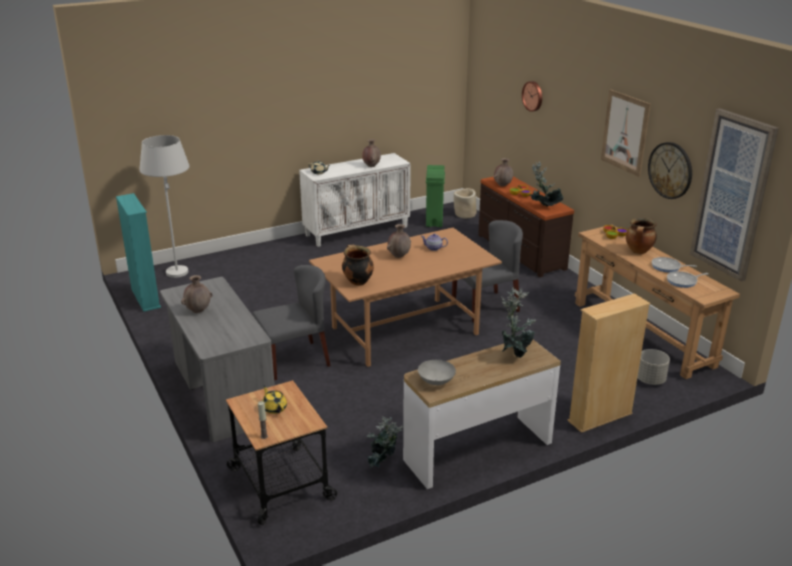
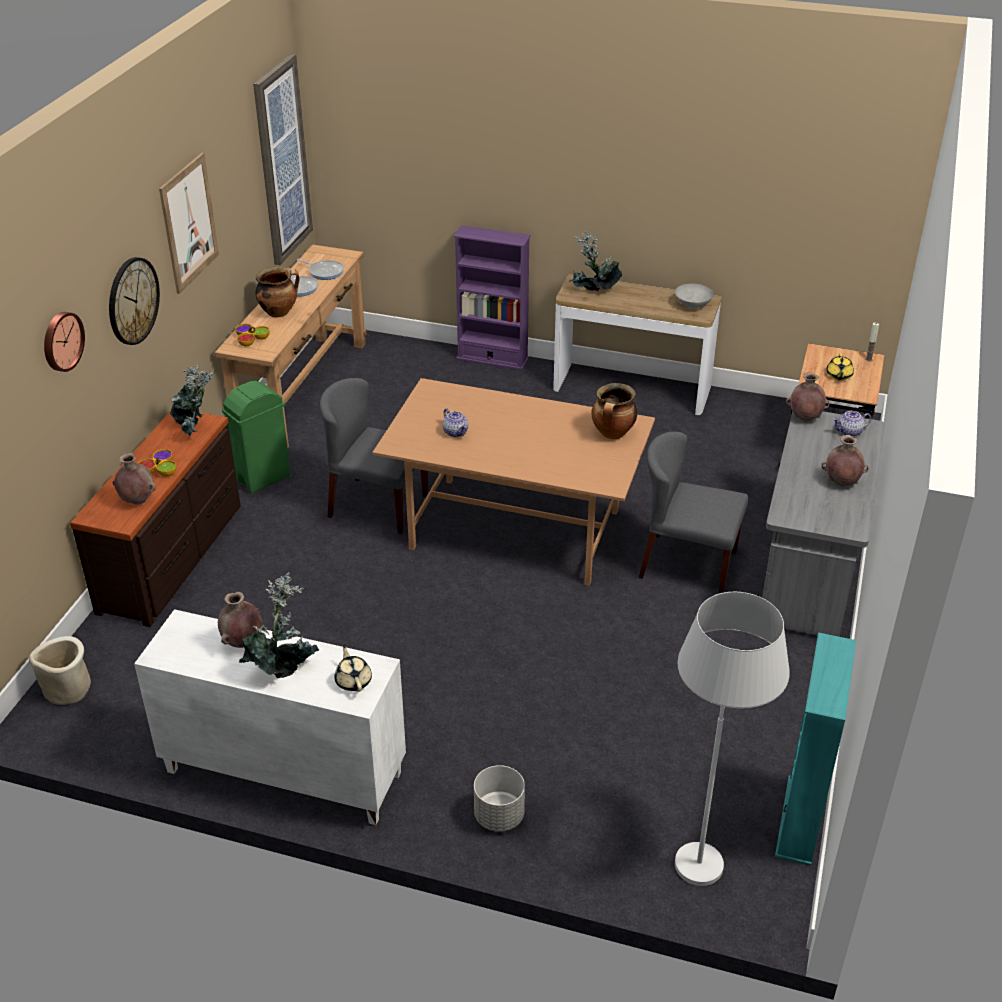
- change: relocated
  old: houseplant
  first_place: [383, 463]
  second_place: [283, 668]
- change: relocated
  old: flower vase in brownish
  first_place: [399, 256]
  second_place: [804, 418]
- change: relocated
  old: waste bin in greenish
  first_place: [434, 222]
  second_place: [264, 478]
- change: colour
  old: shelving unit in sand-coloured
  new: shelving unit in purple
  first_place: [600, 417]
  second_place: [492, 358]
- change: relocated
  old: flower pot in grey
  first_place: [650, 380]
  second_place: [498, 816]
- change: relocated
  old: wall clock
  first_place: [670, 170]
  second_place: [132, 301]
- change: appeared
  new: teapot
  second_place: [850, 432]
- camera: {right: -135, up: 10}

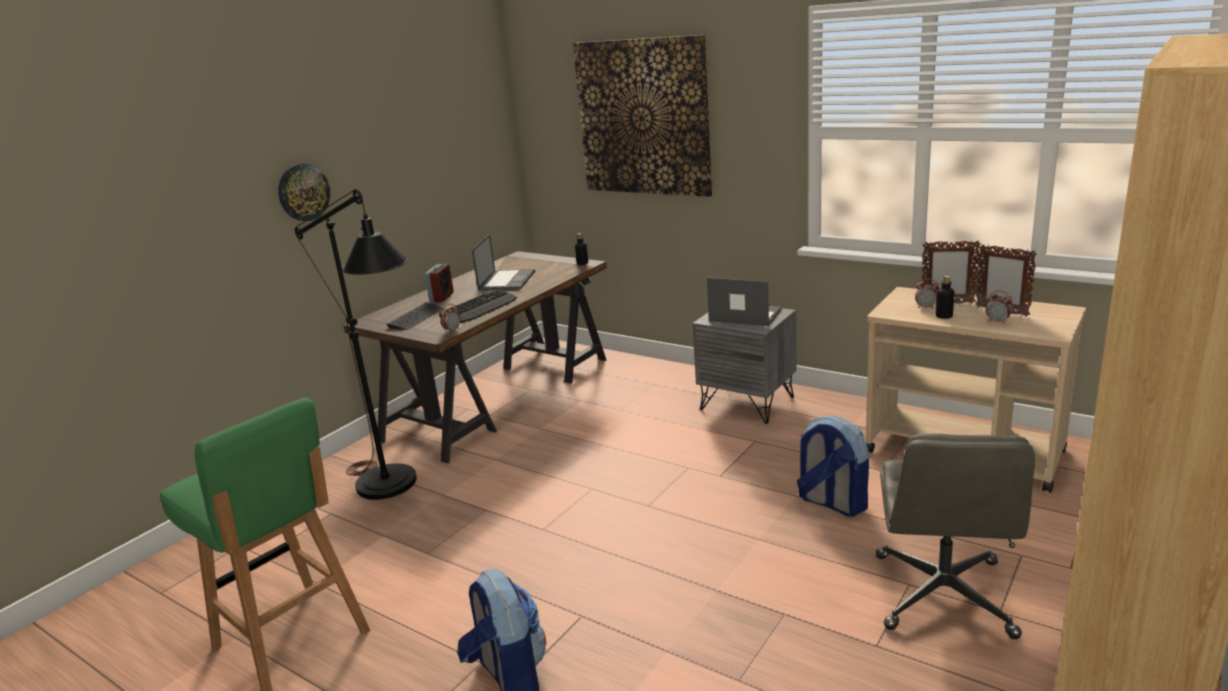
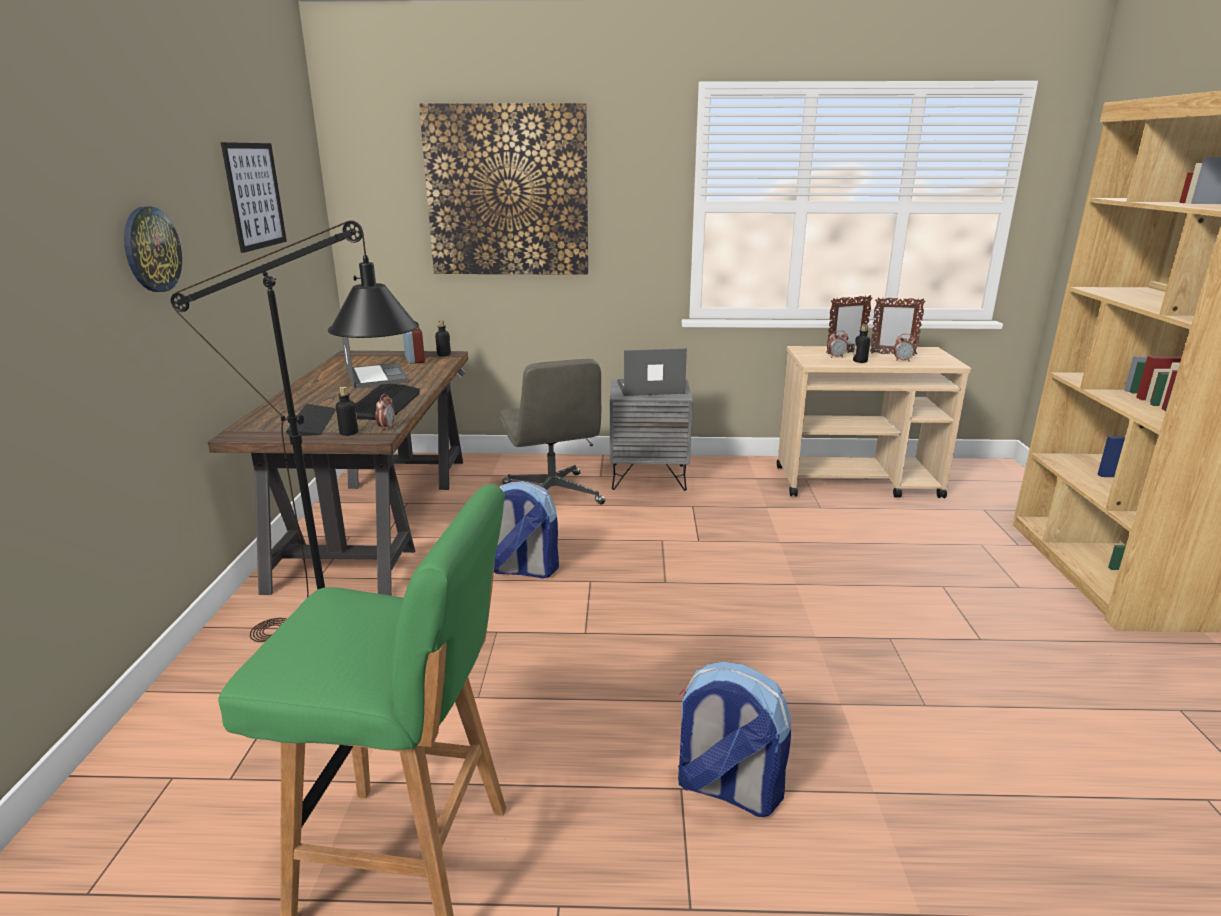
- change: relocated
  old: alarm clock
  first_place: [441, 297]
  second_place: [415, 360]
- change: relocated
  old: rucksack
  first_place: [831, 502]
  second_place: [522, 570]
- change: relocated
  old: office chair in grey
  first_place: [943, 596]
  second_place: [553, 495]
- change: appeared
  new: picture
  second_place: [255, 196]
- change: appeared
  new: beverage bottle
  second_place: [349, 433]
- camera: {right: -35, up: 0}

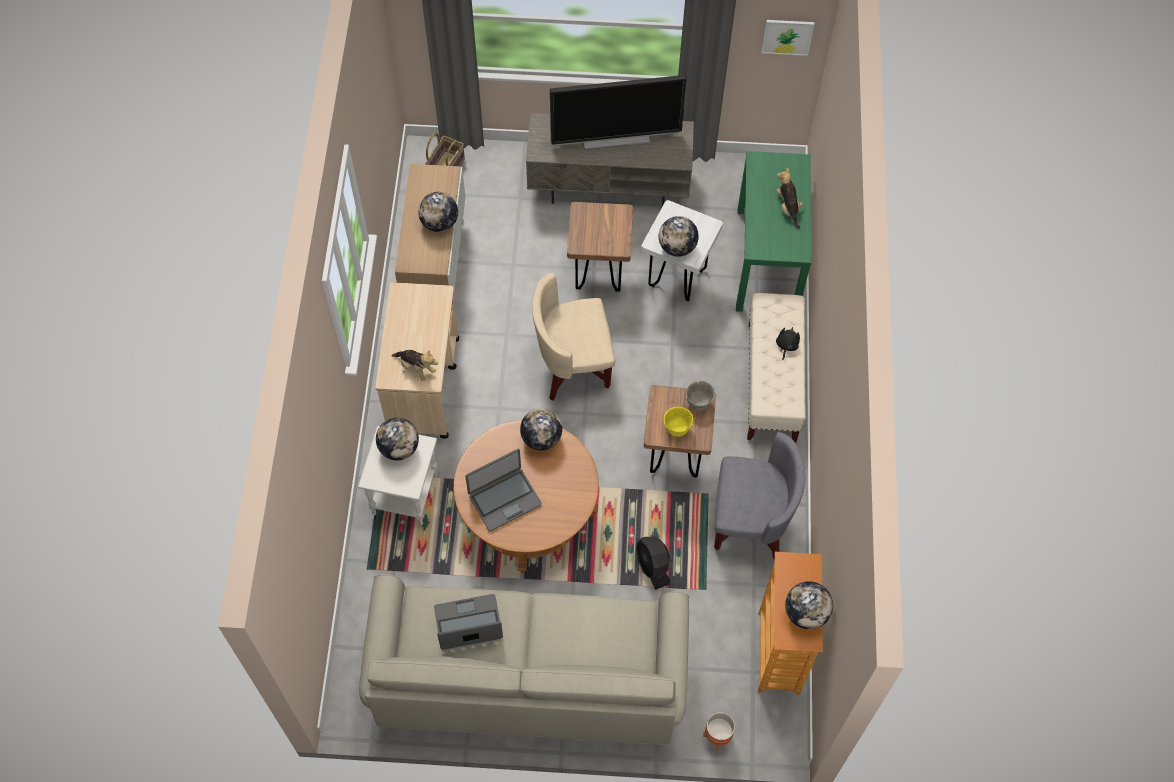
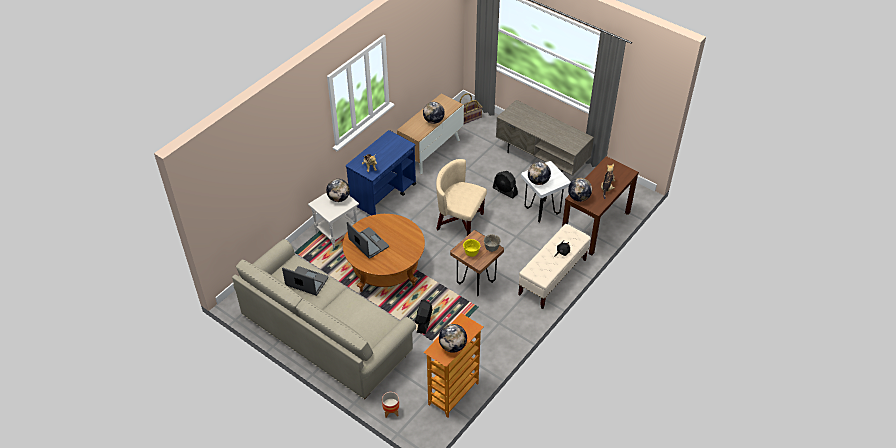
- change: colour
  old: wheeled cart in sand-coloured
  new: wheeled cart in blue
  first_place: [423, 385]
  second_place: [383, 195]
- change: spun
  old: laptop
  first_place: [504, 499]
  second_place: [368, 244]
  degrees: -135
- change: relocated
  old: globe
  first_place: [541, 438]
  second_place: [578, 198]
- change: missing
  old: television
  first_place: [615, 137]
- change: exchanged
  old: stool seat in brownish
  new: fan in black-coloured
  first_place: [599, 274]
  second_place: [505, 191]
- change: missing
  old: armchair in grey
  first_place: [750, 522]
- change: colour
  old: console table in greenish
  new: console table in brownish
  first_place: [767, 260]
  second_place: [595, 225]
- change: missing
  old: picture
  first_place: [787, 36]
- camera: {right: 35, up: -15}

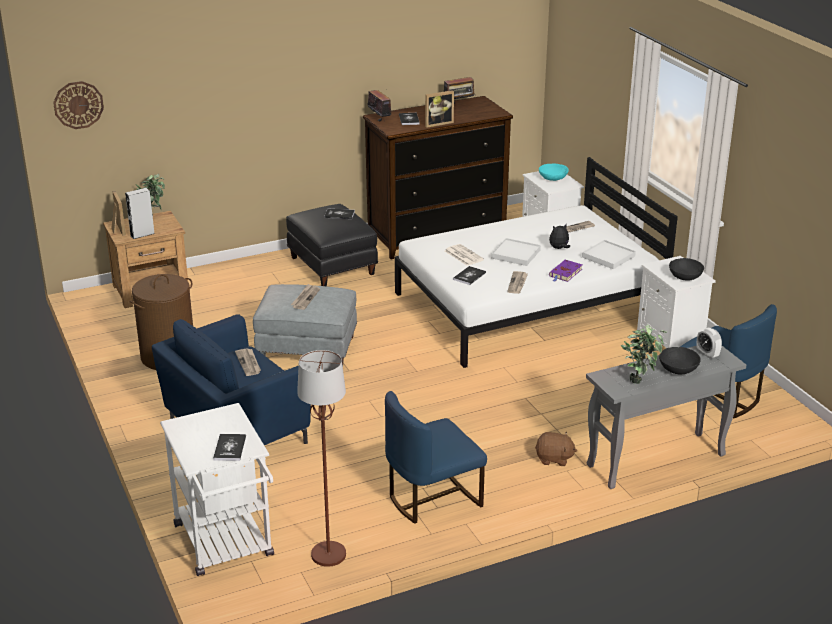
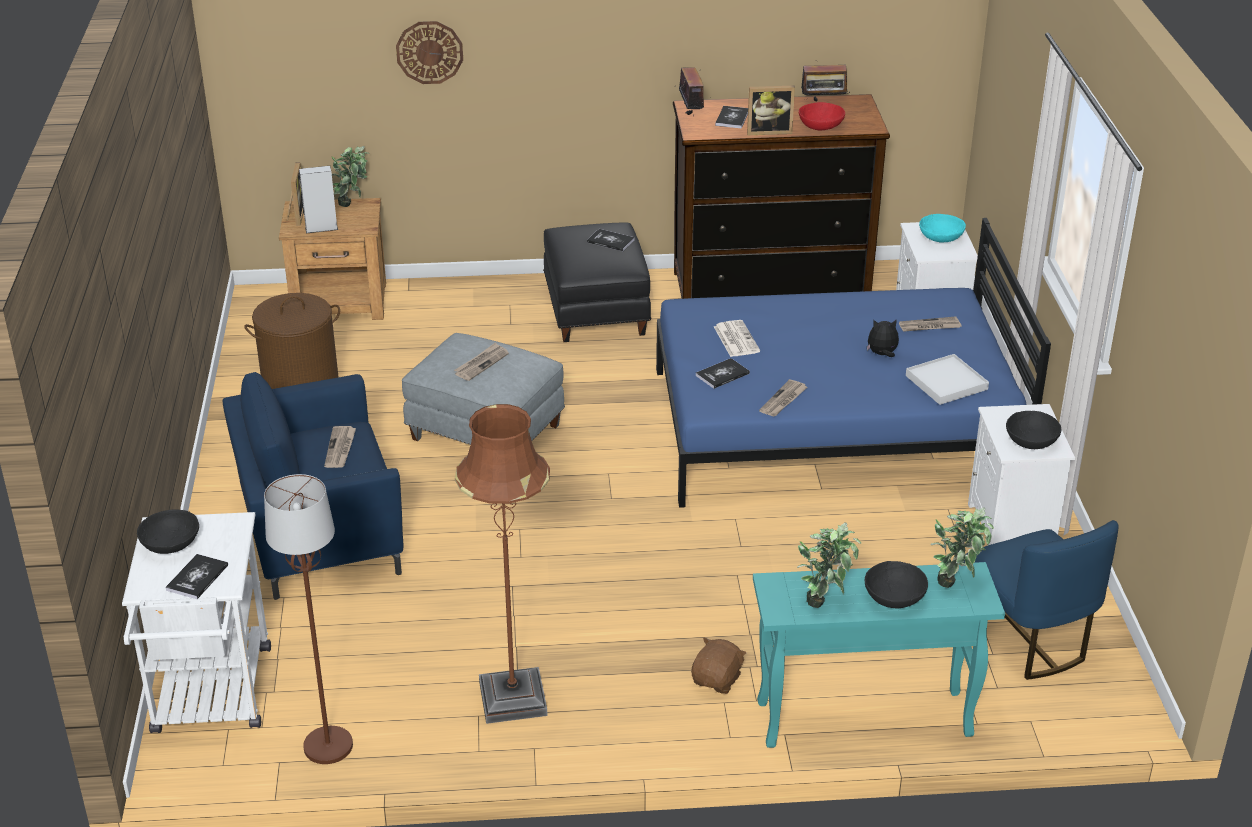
- change: relocated
  old: wall clock
  first_place: [78, 105]
  second_place: [429, 52]
- change: exchanged
  old: upright chair in blue
  new: standard lamp in brownish
  first_place: [432, 498]
  second_place: [513, 698]
- change: colour
  old: bedroom bed in whitish
  new: bedroom bed in blue
  first_place: [528, 305]
  second_place: [833, 427]
- change: missing
  old: carrying tray in whitish
  first_place: [515, 254]
- change: spun
  old: soft toy in brownish
  first_place: [554, 459]
  second_place: [717, 680]
  degrees: -90
- change: missing
  old: book in purple
  first_place: [565, 273]
- change: colour
  old: console table in grey
  new: console table in turquoise-coloured
  first_place: [655, 461]
  second_place: [862, 719]
- change: exchanged
  old: alarm clock
  new: houseplant
  first_place: [707, 354]
  second_place: [956, 582]
- change: appeared
  new: serving bowl in black-coloured
  second_place: [170, 544]
- change: appeared
  new: serving bowl in reddish
  second_place: [821, 126]
- camera: {right: 20, up: 5}

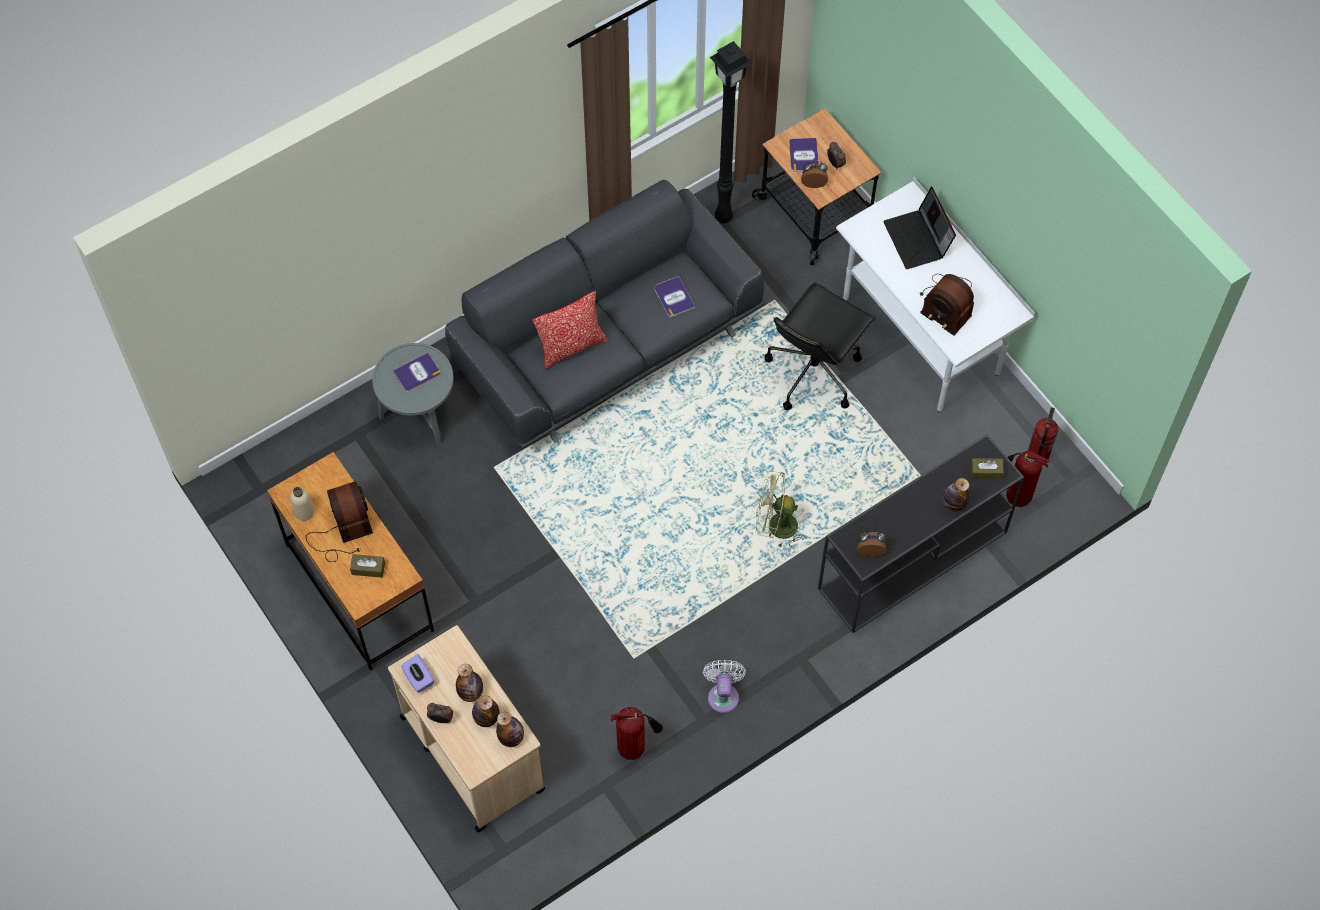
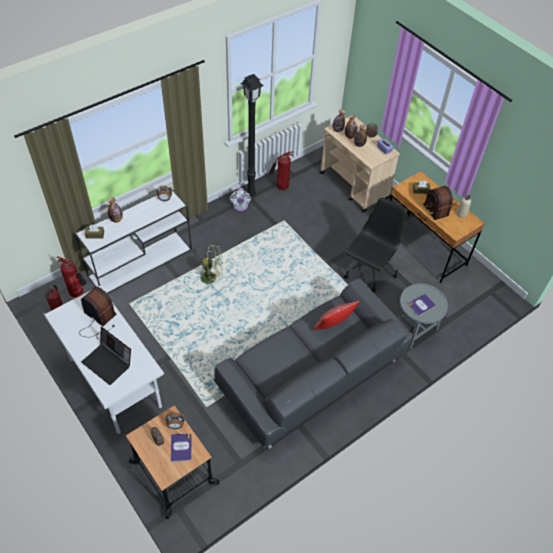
- change: missing
  old: book
  first_place: [674, 297]
- change: relocated
  old: standard lamp in black-coloured
  first_place: [723, 216]
  second_place: [251, 195]
- change: relocated
  old: office chair in black-coloured
  first_place: [814, 371]
  second_place: [369, 271]
- change: colour
  old: console table in black-coloured
  new: console table in whitish
  first_place: [911, 562]
  second_place: [141, 262]
- change: spun
  old: laptop
  first_place: [918, 240]
  second_place: [109, 363]
  degrees: 150
- camera: {right: 175, up: -10}

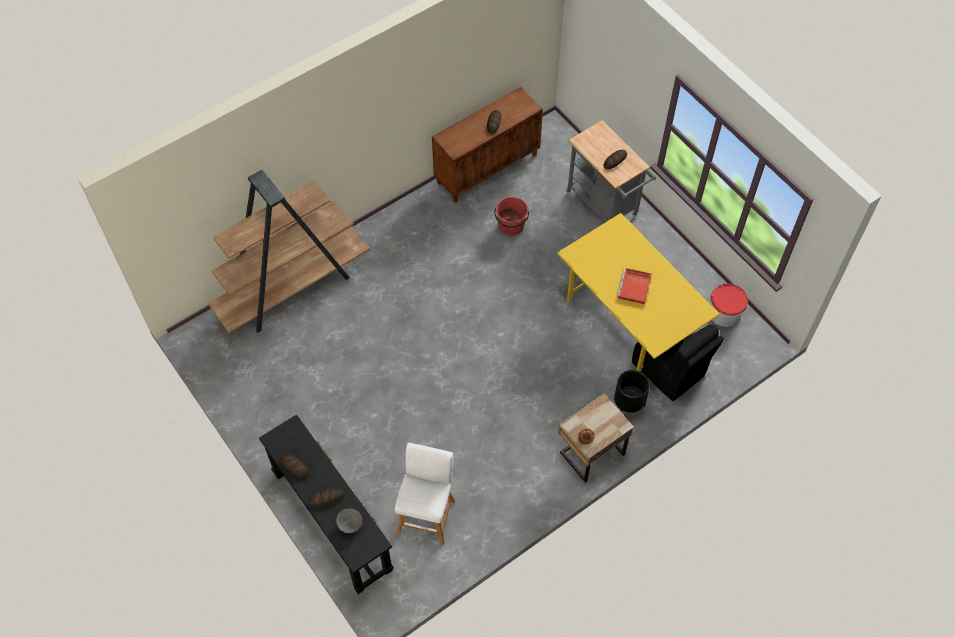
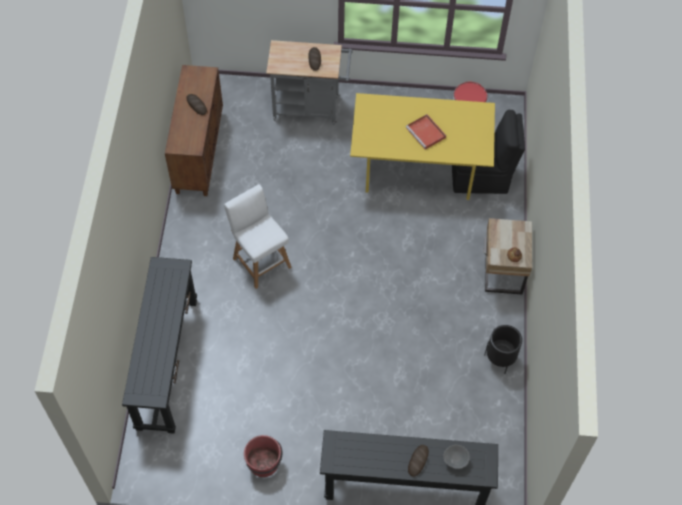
- change: exchanged
  old: shelving unit in brownish
  new: console table in black-coloured
  first_place: [293, 287]
  second_place: [167, 363]
- change: missing
  old: bread
  first_place: [294, 466]
- change: relocated
  old: stool seat in whitish
  first_place: [427, 513]
  second_place: [260, 261]
- change: relocated
  old: pail in reddish
  first_place: [511, 225]
  second_place: [264, 464]
- change: relocated
  old: flower pot in black-coloured
  first_place: [628, 405]
  second_place: [499, 359]
- camera: {right: -50, up: 0}

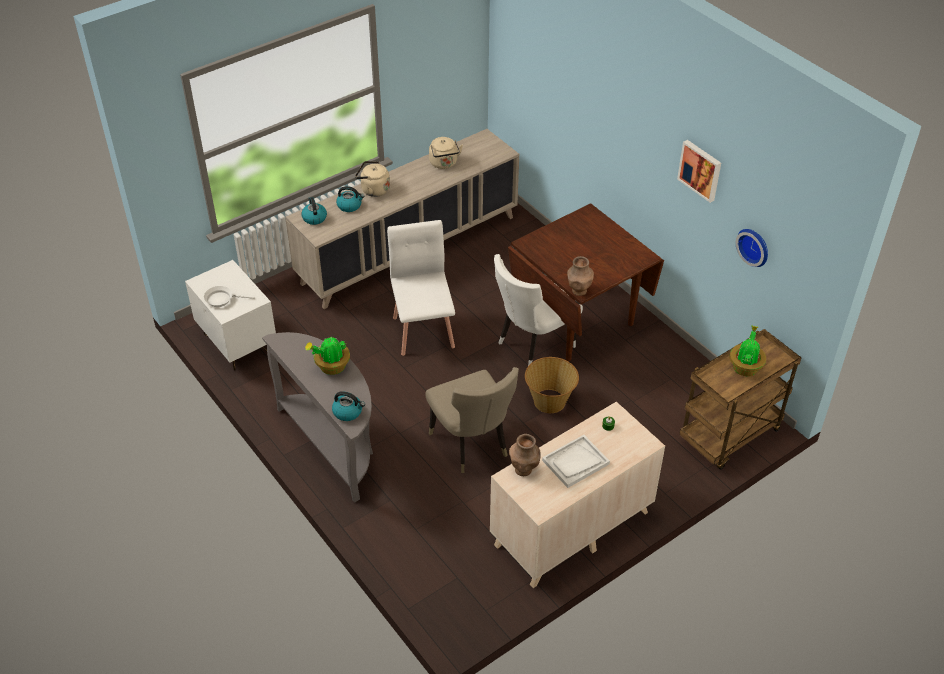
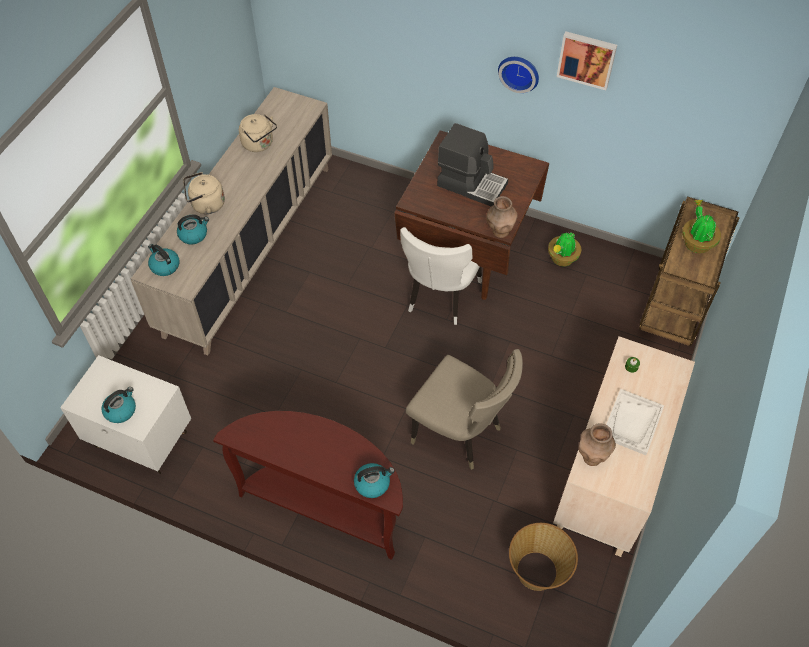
- change: exchanged
  old: skillet in whitish
  new: water kettle
  first_place: [222, 299]
  second_place: [121, 410]
- change: colour
  old: console table in grey
  new: console table in brownish
  first_place: [333, 445]
  second_place: [325, 505]
- change: relocated
  old: houseplant
  first_place: [331, 367]
  second_place: [561, 259]
- change: missing
  old: upright chair in whitish
  first_place: [424, 331]
- change: relocated
  old: basket
  first_place: [549, 401]
  second_place: [537, 571]
- change: relocated
  old: wall clock
  first_place: [754, 246]
  second_place: [519, 72]
- change: appeared
  new: coffee machine
  second_place: [471, 184]
- camera: {right: -30, up: 10}

